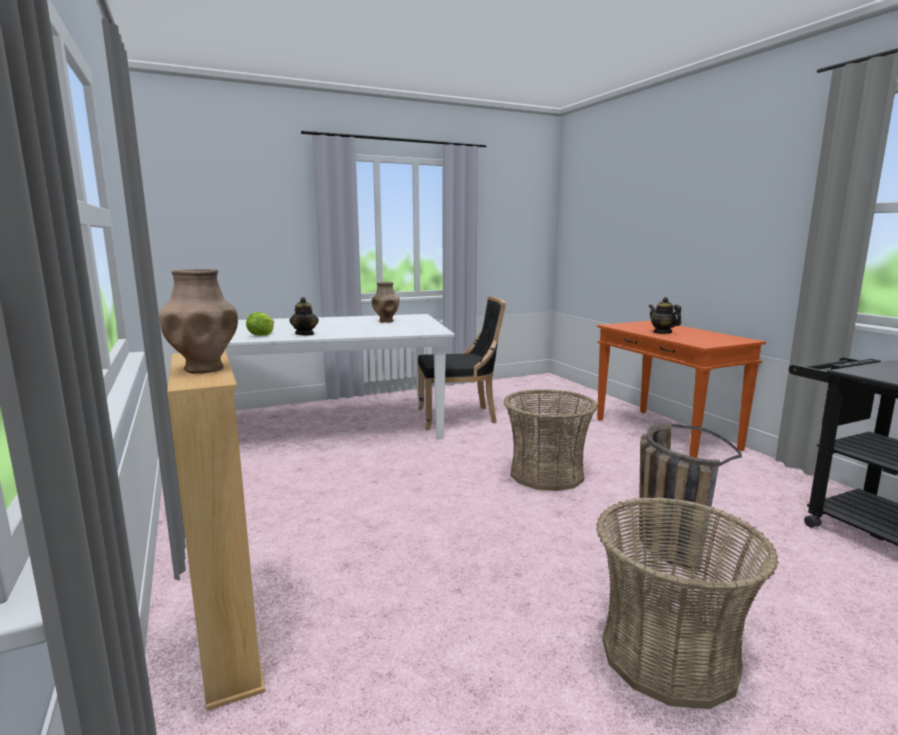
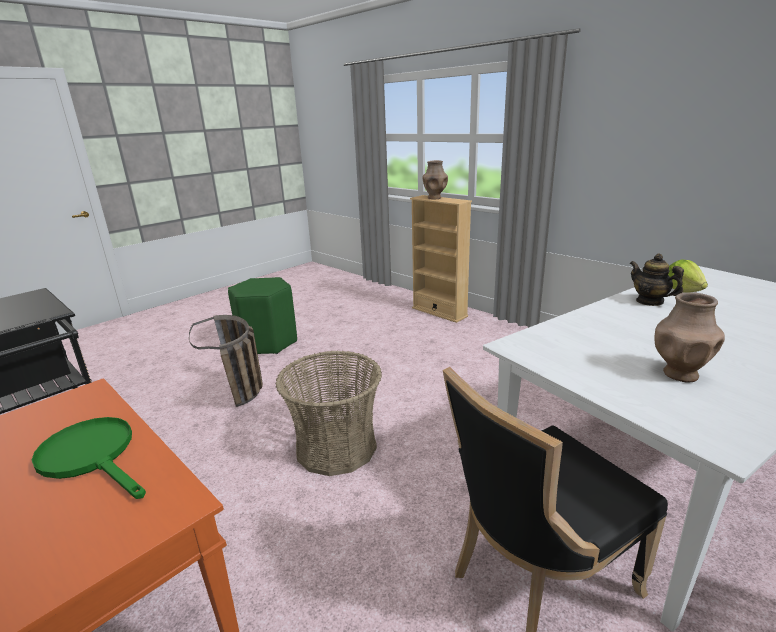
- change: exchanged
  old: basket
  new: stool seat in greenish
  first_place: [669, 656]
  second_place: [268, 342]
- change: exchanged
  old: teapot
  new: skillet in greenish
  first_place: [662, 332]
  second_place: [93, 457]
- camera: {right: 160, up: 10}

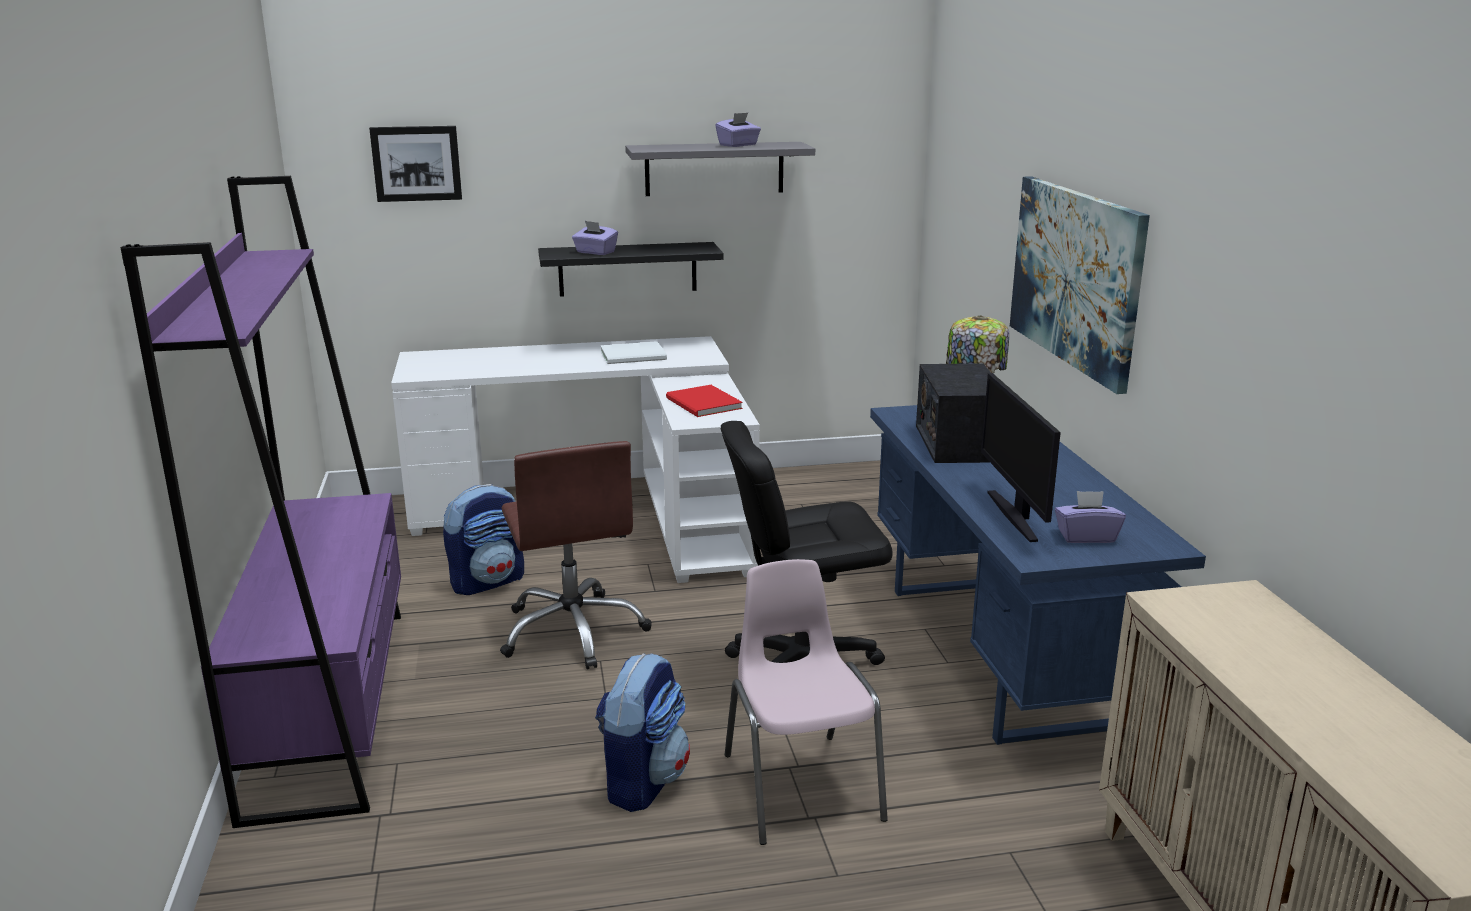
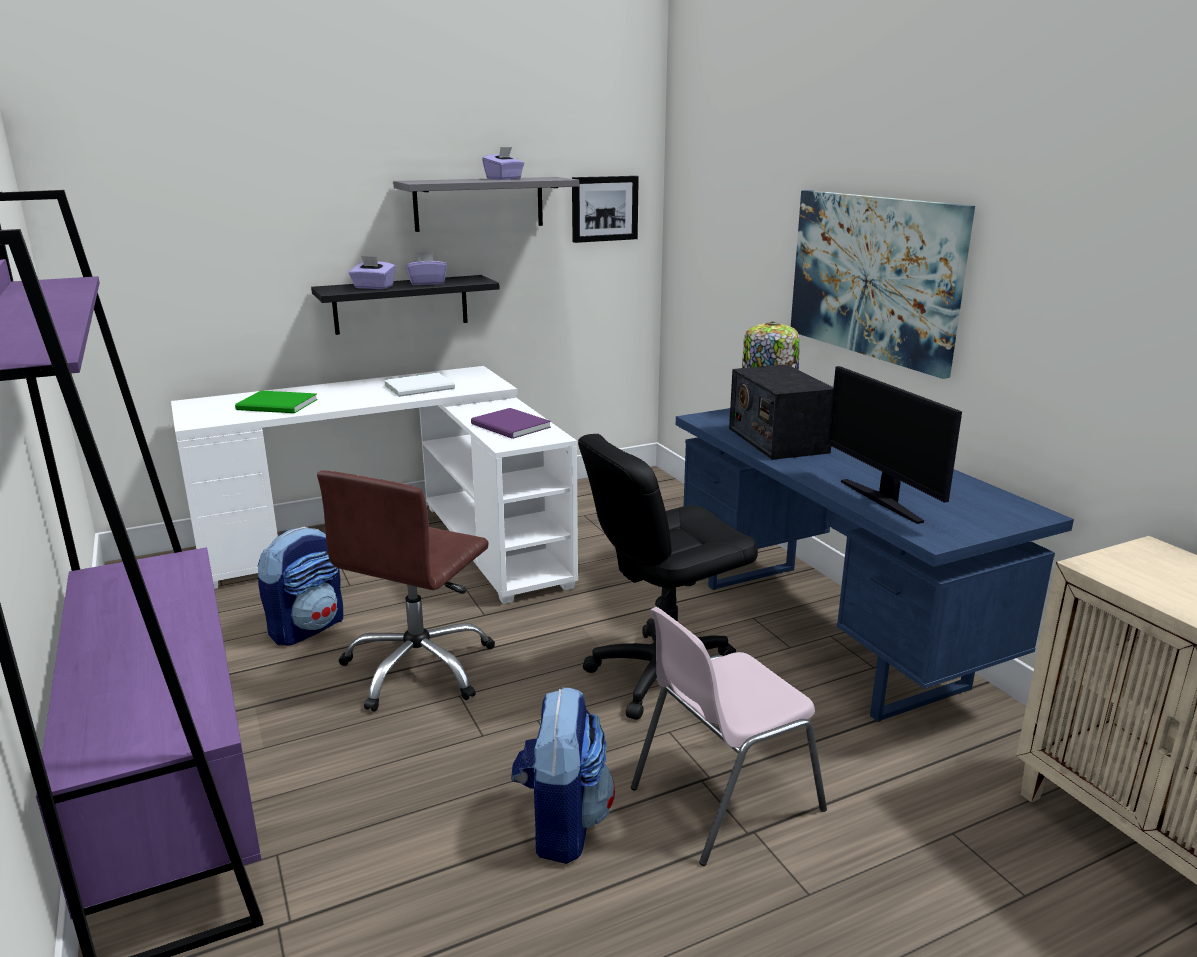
- change: relocated
  old: picture
  first_place: [416, 163]
  second_place: [604, 208]
- change: spun
  old: office chair in brownish
  first_place: [573, 631]
  second_place: [419, 668]
  degrees: 60
- change: colour
  old: book in reddish
  new: book in purple
  first_place: [703, 404]
  second_place: [511, 426]
- change: spun
  old: upright chair in pink-coloured
  first_place: [800, 785]
  second_place: [722, 798]
  degrees: -90
- change: relocated
  old: tissue box in purple
  first_place: [1086, 537]
  second_place: [427, 283]
- change: appeared
  new: book in greenish
  second_place: [278, 405]
- camera: {right: -15, up: 0}

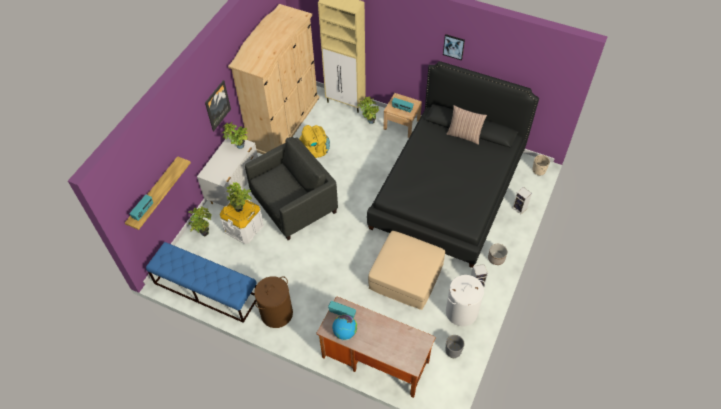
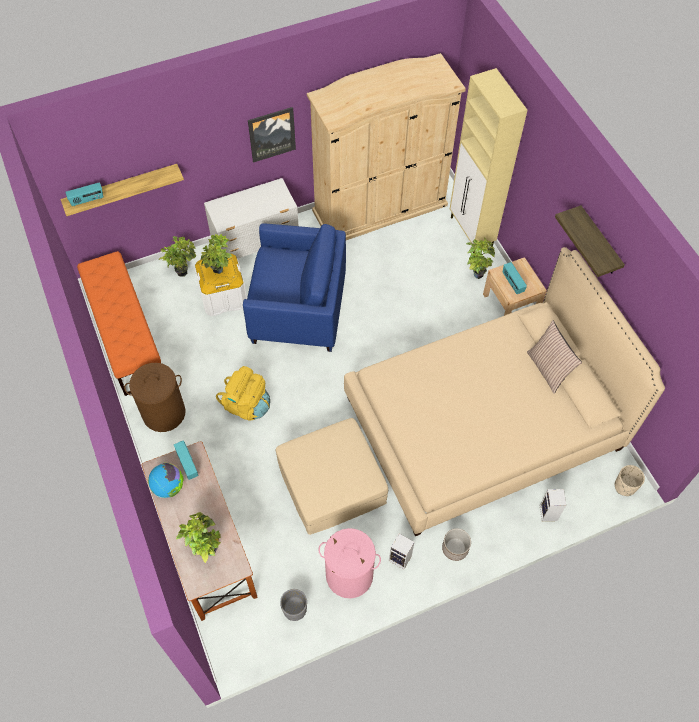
- change: colour
  old: indoor bench in blue
  new: indoor bench in orange-coloured
  first_place: [206, 290]
  second_place: [126, 333]
- change: relocated
  old: houseplant
  first_place: [238, 147]
  second_place: [206, 549]
- change: colour
  old: armchair in grey
  new: armchair in blue
  first_place: [294, 204]
  second_place: [297, 309]
- change: relocated
  old: rucksack in yellow
  first_place: [314, 151]
  second_place: [247, 405]
- change: colour
  old: bedroom bed in black-coloured
  new: bedroom bed in sand-coloured
  first_place: [447, 190]
  second_place: [482, 422]
- change: exchanged
  old: picture
  new: wall shelf
  first_place: [454, 46]
  second_place: [599, 242]
- change: colour
  old: laundry basket in whitish
  new: laundry basket in pink-coloured
  first_place: [461, 312]
  second_place: [349, 575]
- camera: {right: 40, up: 5}

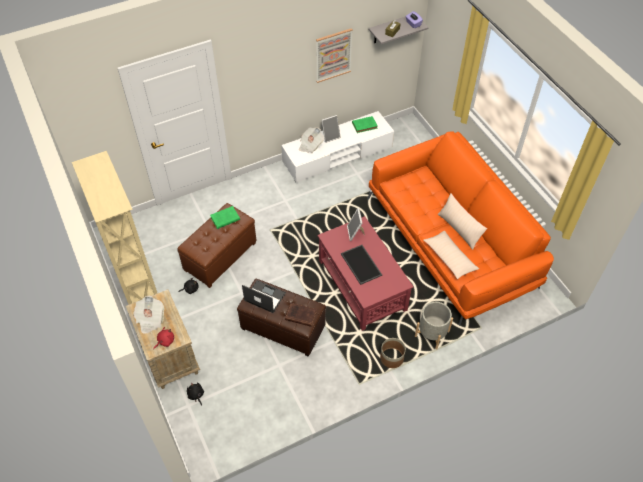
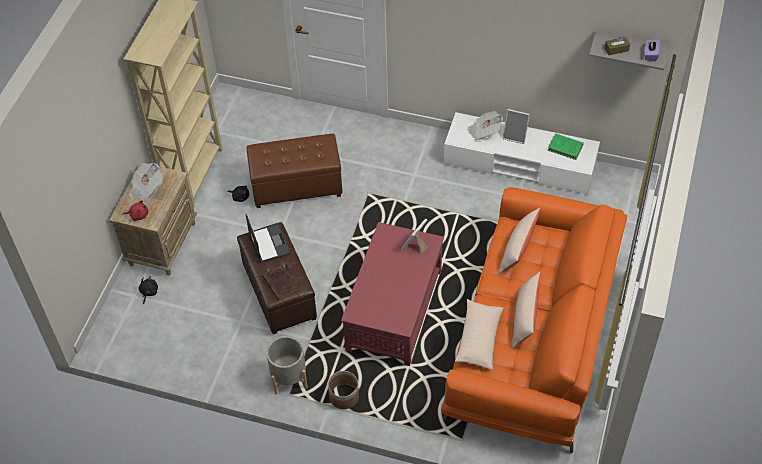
- change: missing
  old: book in greenish
  first_place: [224, 219]
- change: missing
  old: picture
  first_place: [333, 55]
- change: missing
  old: carrying tray
  first_place: [362, 264]
- change: relocated
  old: flower pot in grey
  first_place: [432, 334]
  second_place: [289, 377]
- change: appeared
  new: cushion in sand-coloured
  second_place: [518, 250]
- camera: {right: 45, up: 0}

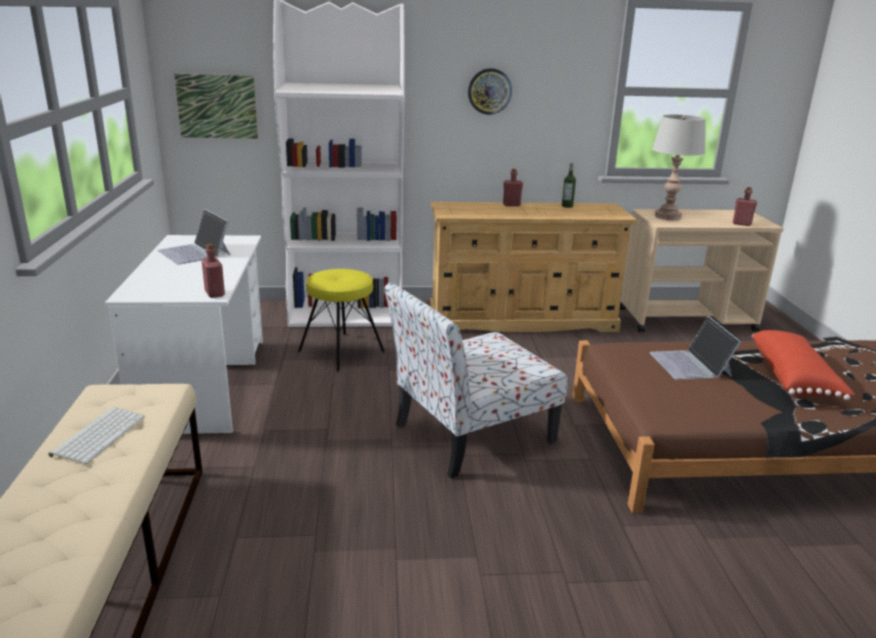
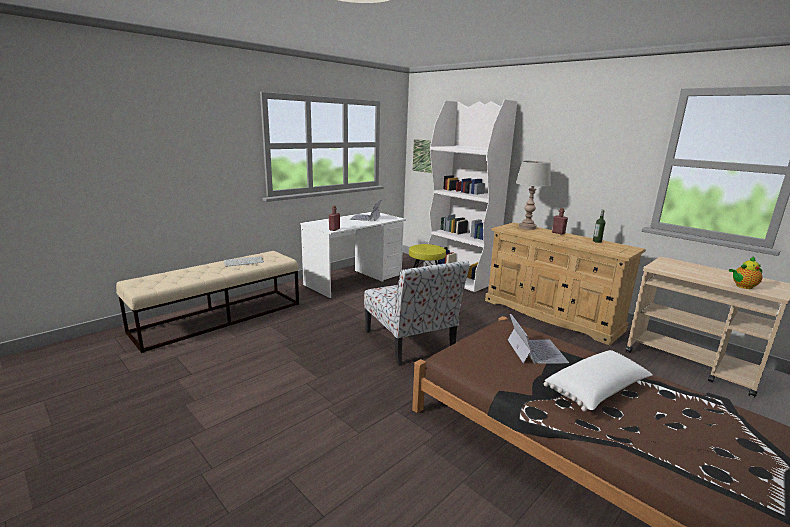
- change: spun
  old: upright chair
  first_place: [470, 434]
  second_place: [410, 342]
  degrees: -135
- change: missing
  old: wall clock
  first_place: [489, 91]
- change: spun
  old: laptop
  first_place: [691, 364]
  second_place: [535, 350]
  degrees: 135
- change: relocated
  old: tabletop lamp in grey
  first_place: [667, 217]
  second_place: [527, 227]
- change: exchanged
  old: beverage bottle in reddish
  new: teapot
  first_place: [741, 224]
  second_place: [742, 286]
- change: colour
  old: cushion in reddish
  new: cushion in whitish
  first_place: [794, 378]
  second_place: [597, 391]
- camera: {right: 50, up: -5}

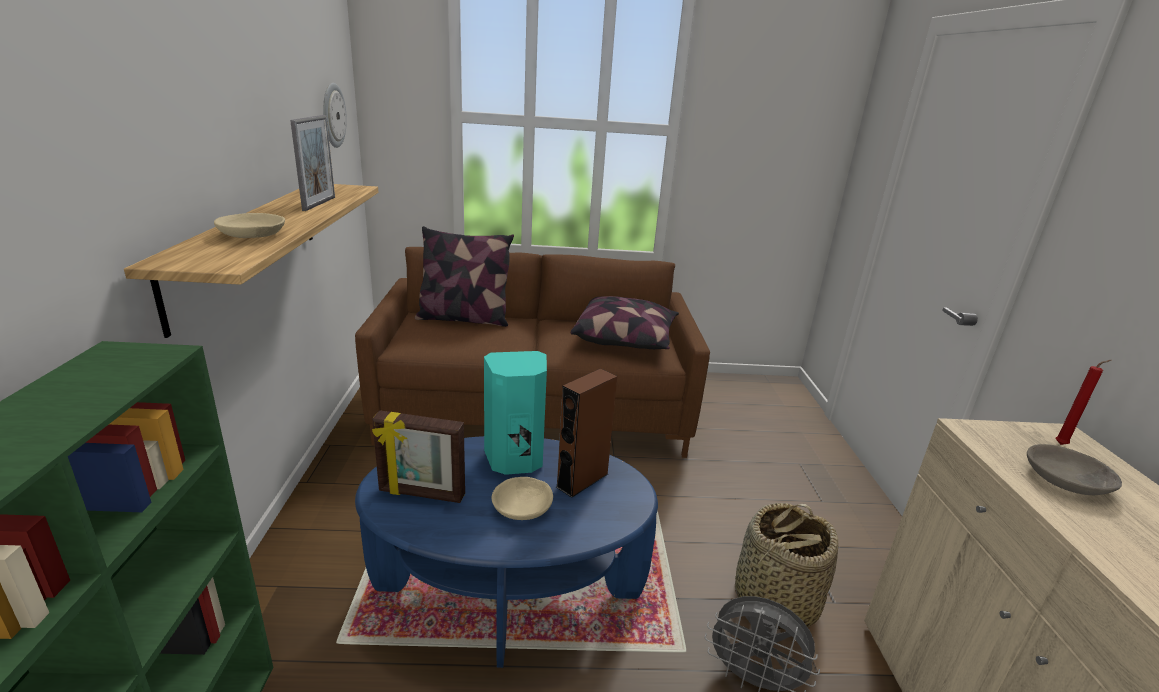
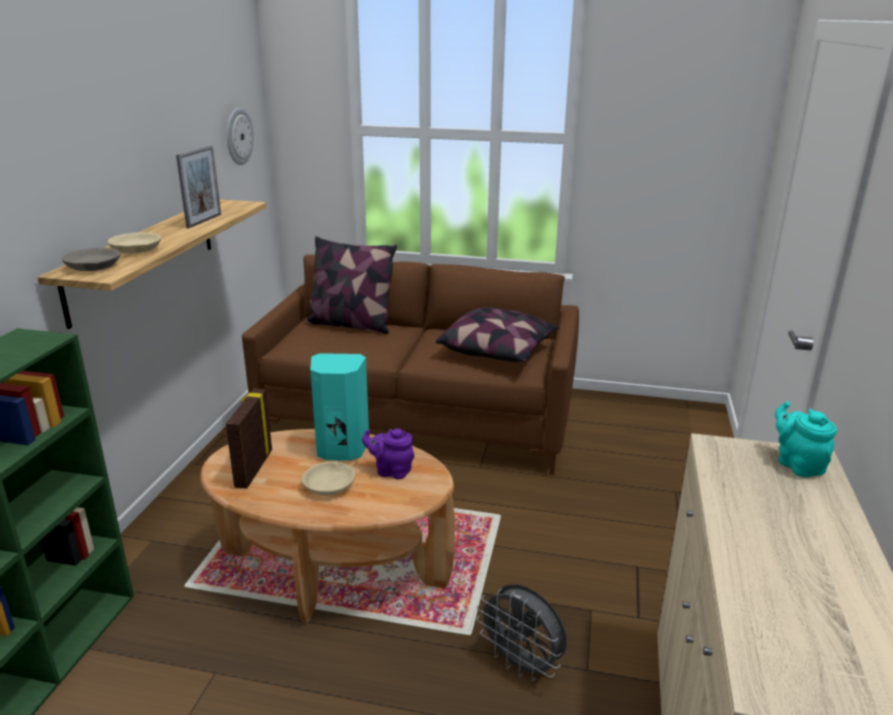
- change: colour
  old: low table in blue
  new: low table in brownish
  first_place: [507, 593]
  second_place: [332, 569]
- change: spun
  old: standing frame
  first_place: [421, 494]
  second_place: [252, 469]
  degrees: 75
- change: exchanged
  old: loudspeaker in brownish
  new: teapot in purple
  first_place: [582, 480]
  second_place: [391, 471]
- change: missing
  old: basket
  first_place: [774, 600]
- change: relocated
  old: serving bowl in grey
  first_place: [1067, 481]
  second_place: [93, 267]
- change: exchanged
  old: wax candle in reddish
  new: teapot in turquoise-coloured
  first_place: [1062, 445]
  second_place: [797, 464]
- camera: {right: 15, up: 0}

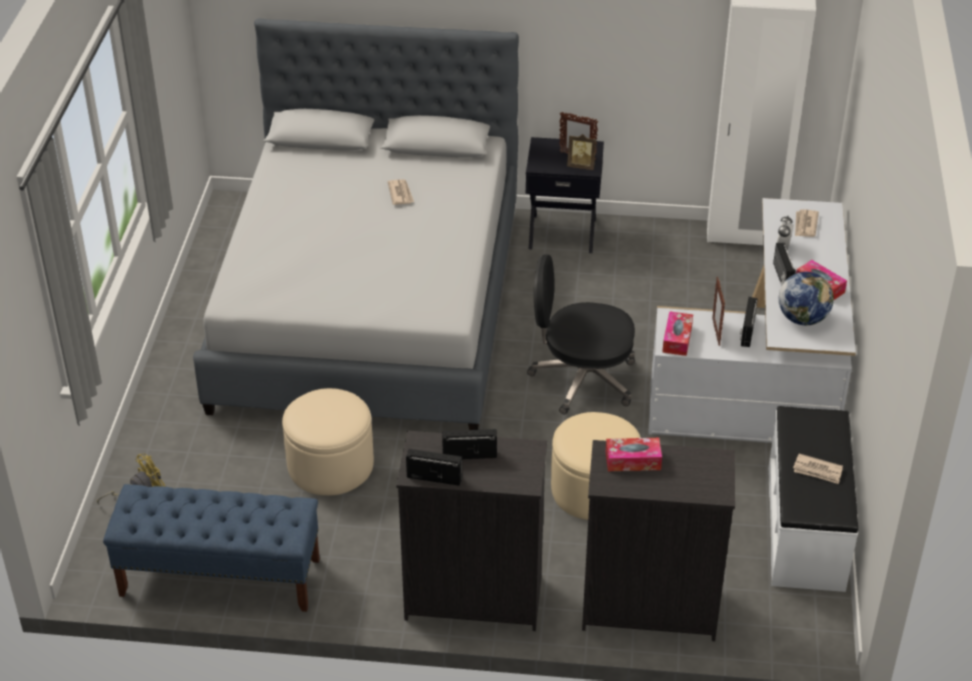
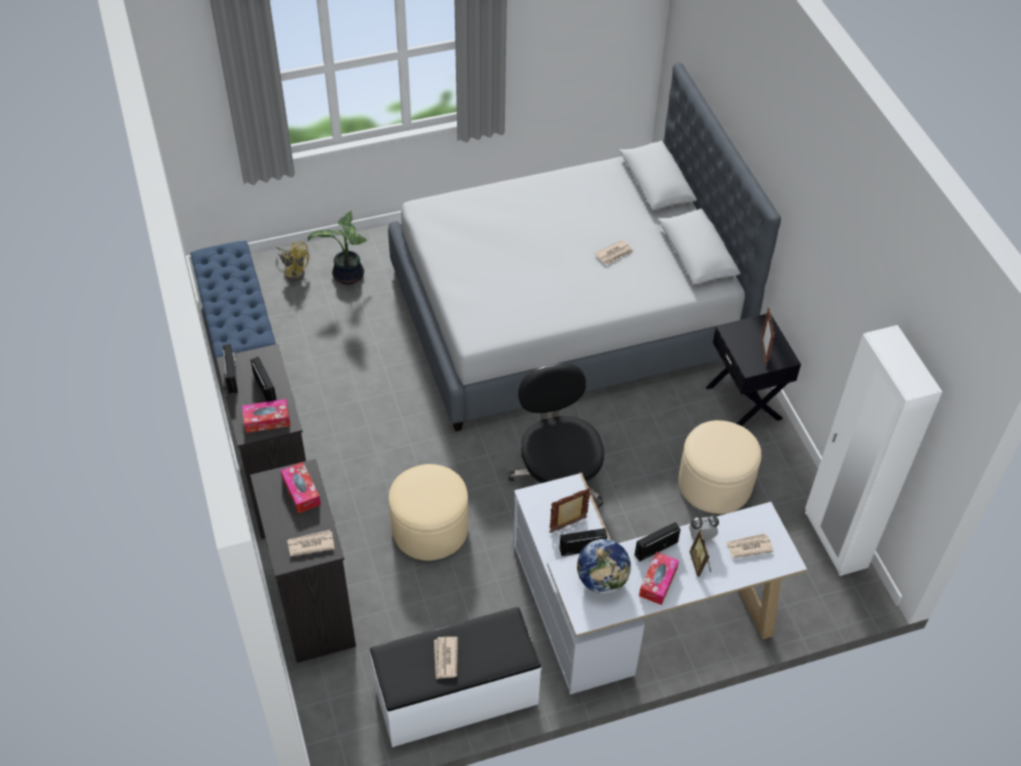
- change: relocated
  old: footrest in sand-coloured
  first_place: [330, 465]
  second_place: [715, 483]
- change: relocated
  old: standing frame
  first_place: [581, 166]
  second_place: [700, 564]
- change: relocated
  old: tissue box
  first_place: [677, 339]
  second_place: [267, 420]
- change: appeared
  new: printed paper
  second_place: [310, 544]
- change: appeared
  new: houseplant
  second_place: [347, 276]
- camera: {right: 65, up: 10}

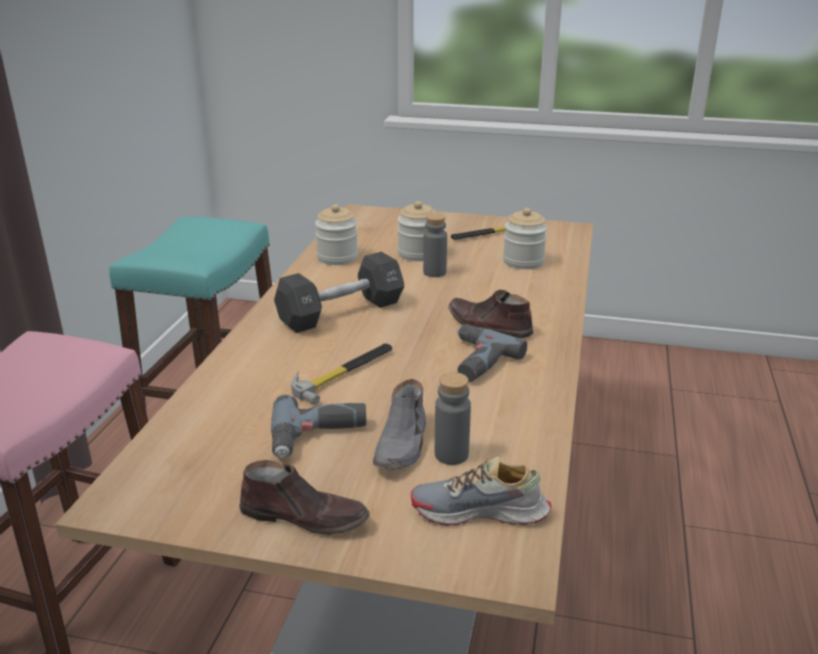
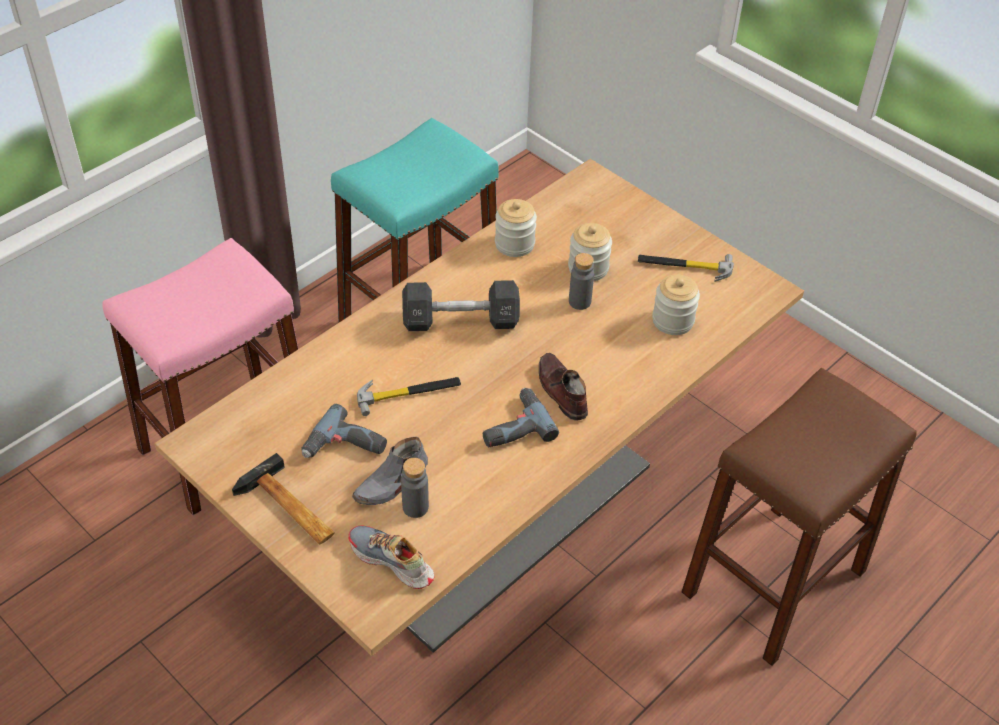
- change: exchanged
  old: item of footwear in brownish
  new: hand hammer
  first_place: [305, 516]
  second_place: [289, 510]
- change: appeared
  new: stool seat in brownish
  second_place: [773, 582]
- camera: {right: 30, up: 20}

